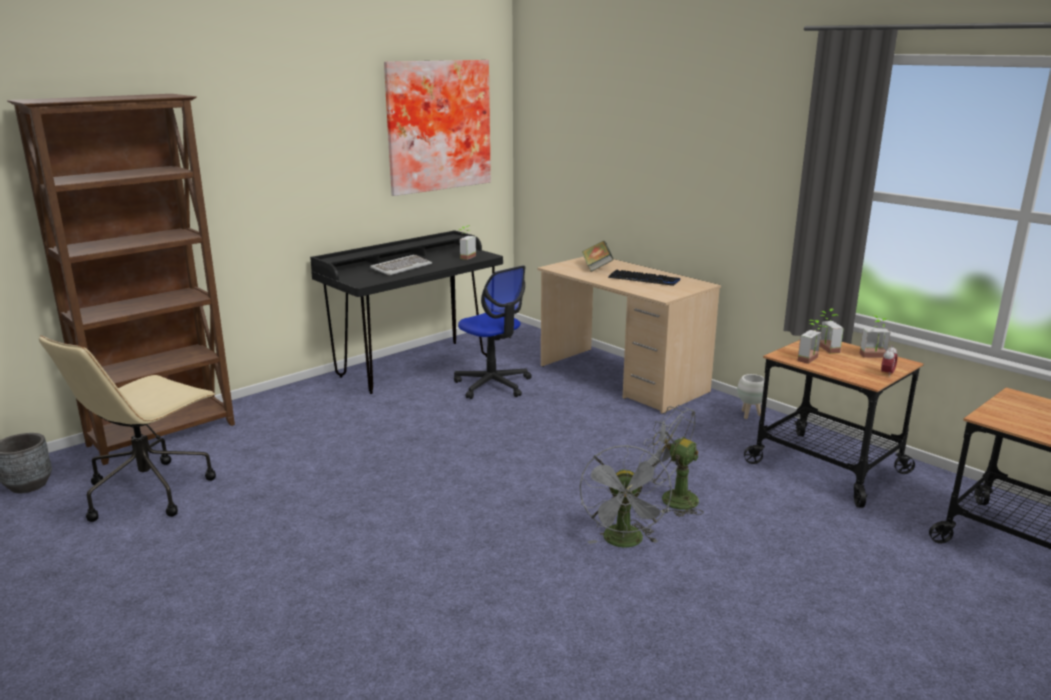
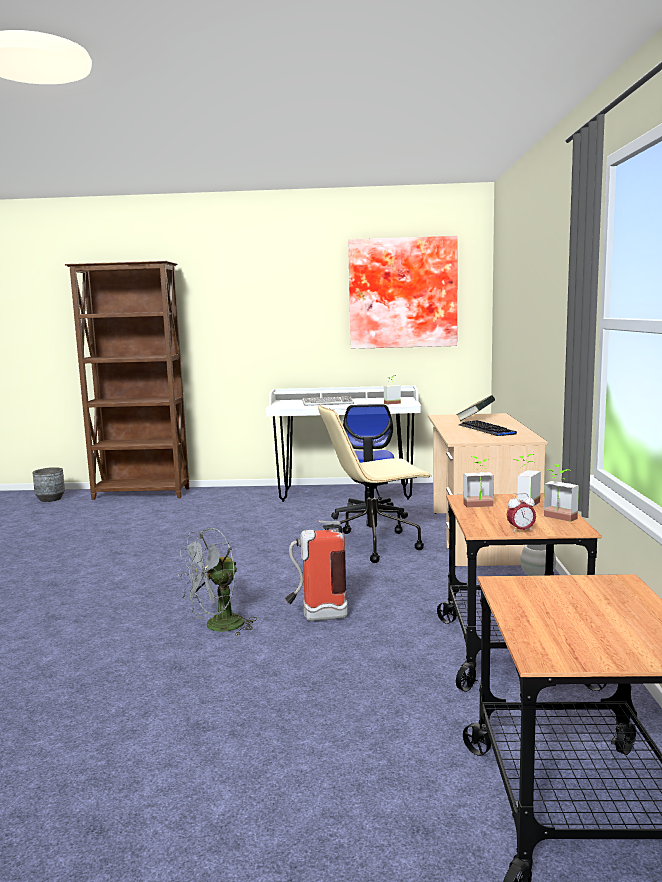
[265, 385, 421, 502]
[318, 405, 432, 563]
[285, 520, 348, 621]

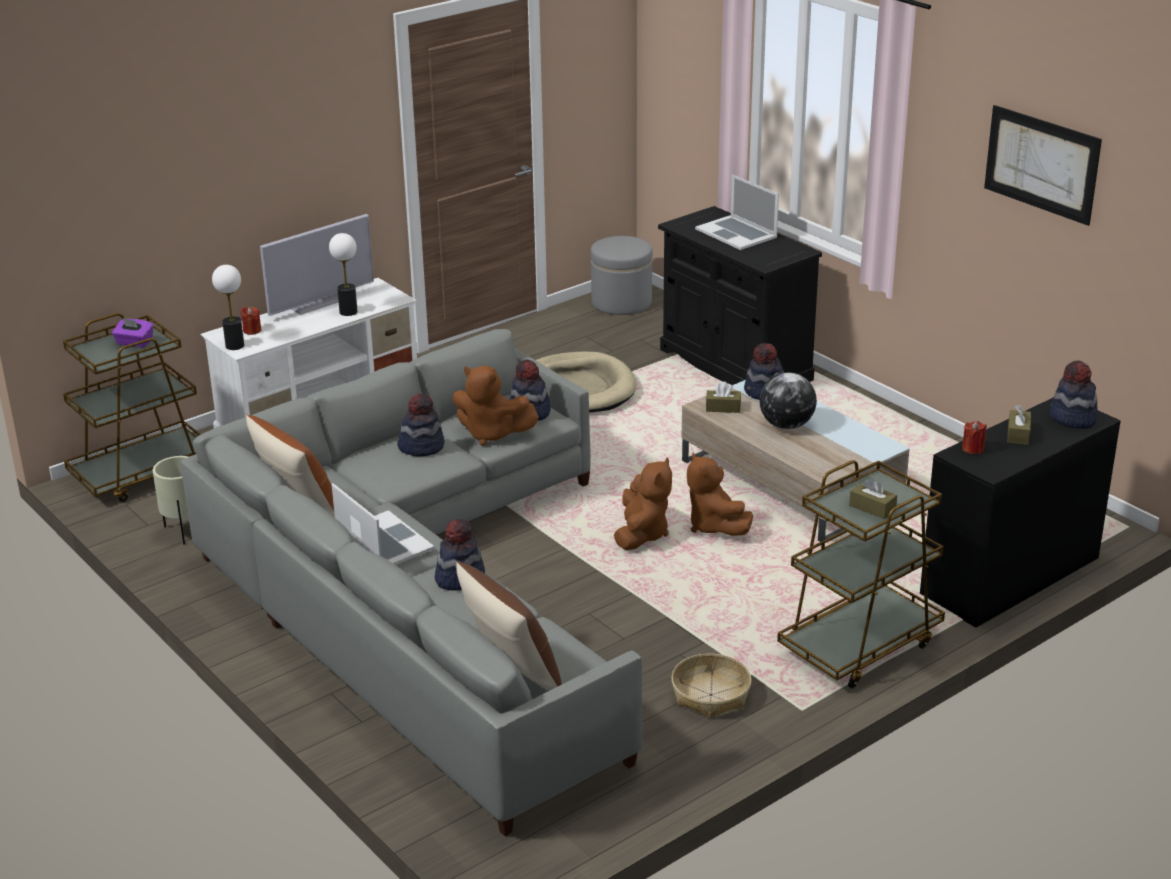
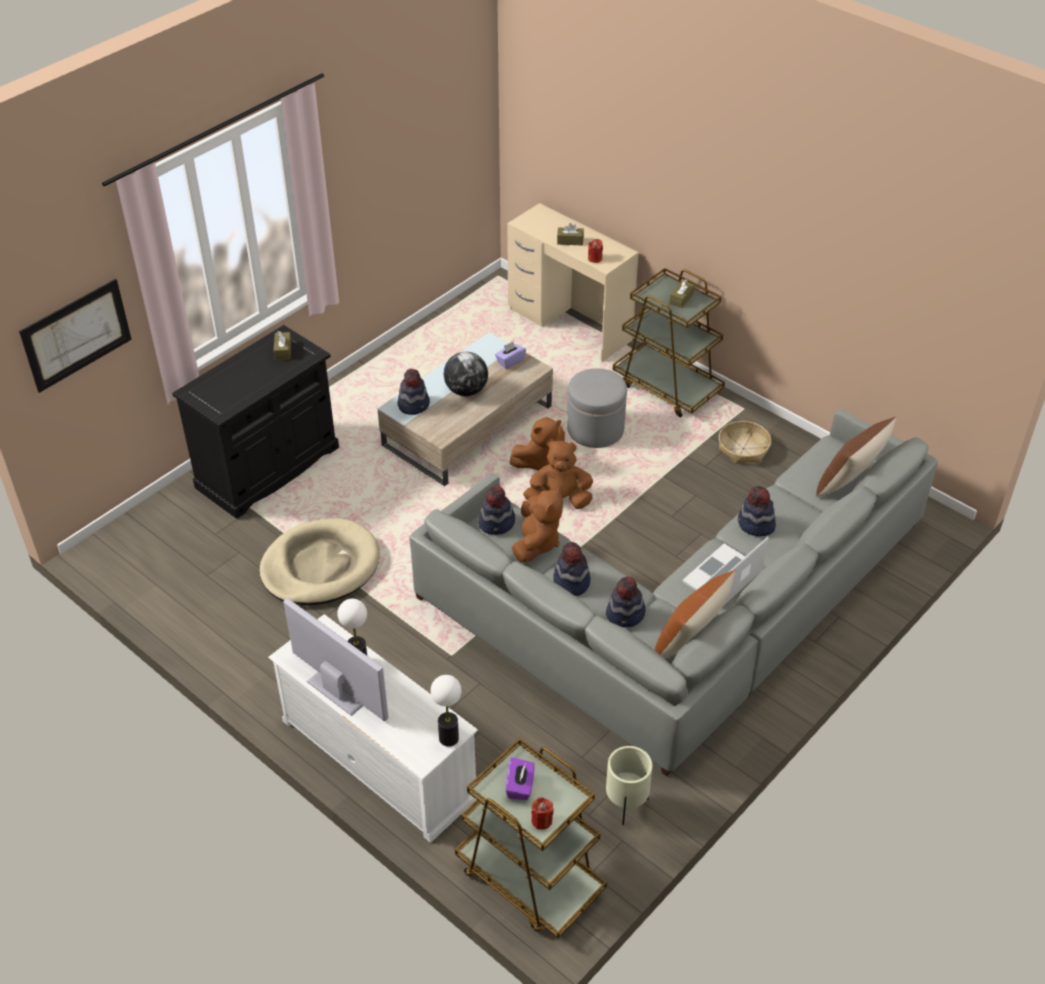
[19, 279, 132, 393]
[695, 174, 779, 250] (first image)
[567, 368, 627, 448]
[531, 797, 554, 830]
[606, 576, 646, 627]
[274, 331, 291, 360]
[507, 203, 639, 362]
[495, 341, 526, 369]

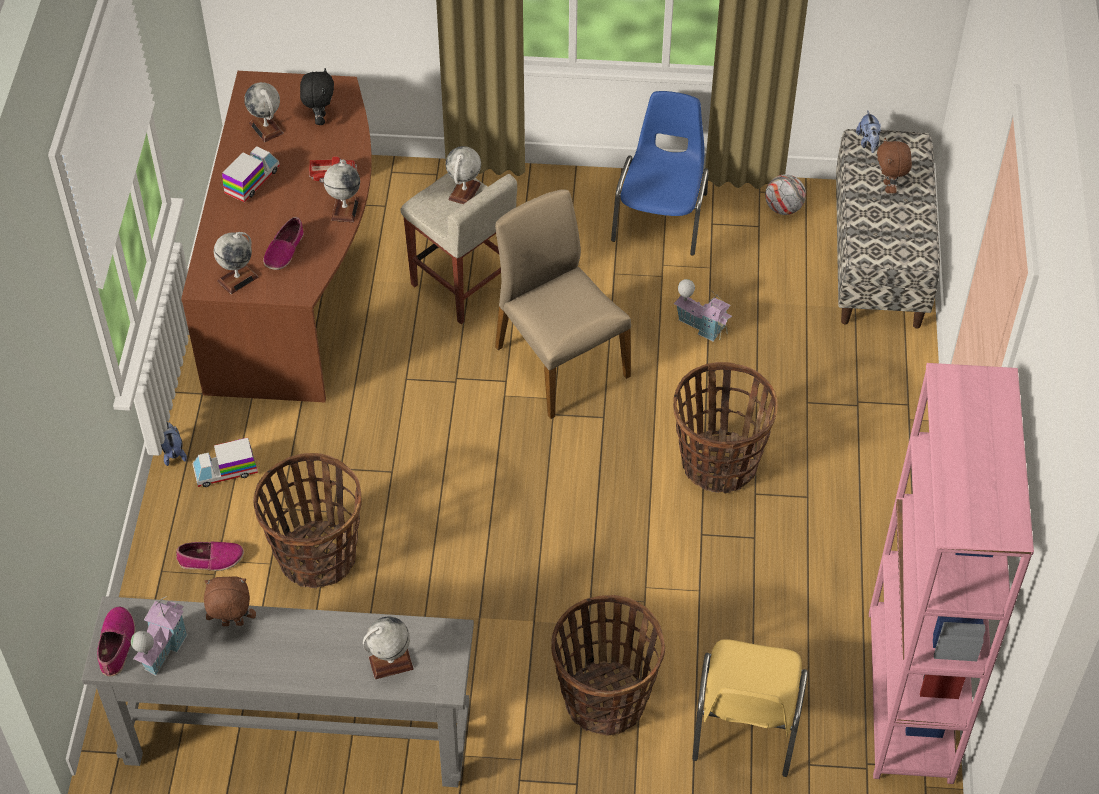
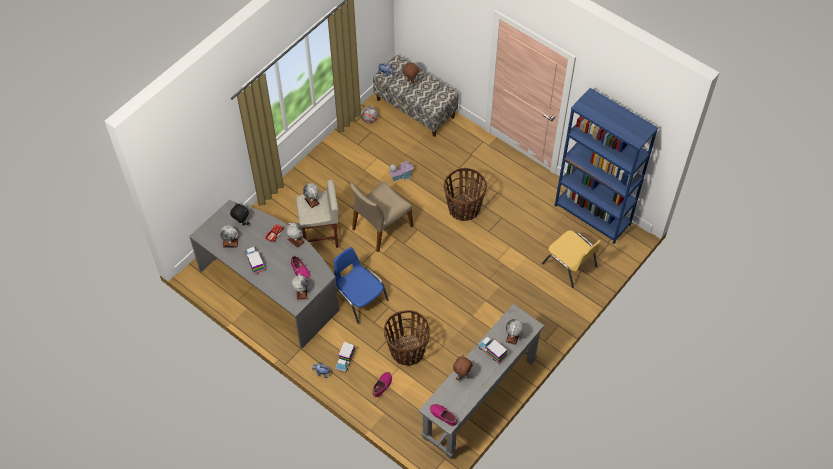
[189, 200, 339, 349]
[334, 247, 389, 324]
[350, 181, 413, 252]
[555, 88, 658, 244]
[551, 595, 665, 736] (first image)
[131, 596, 188, 676] (first image)
[478, 337, 507, 364]

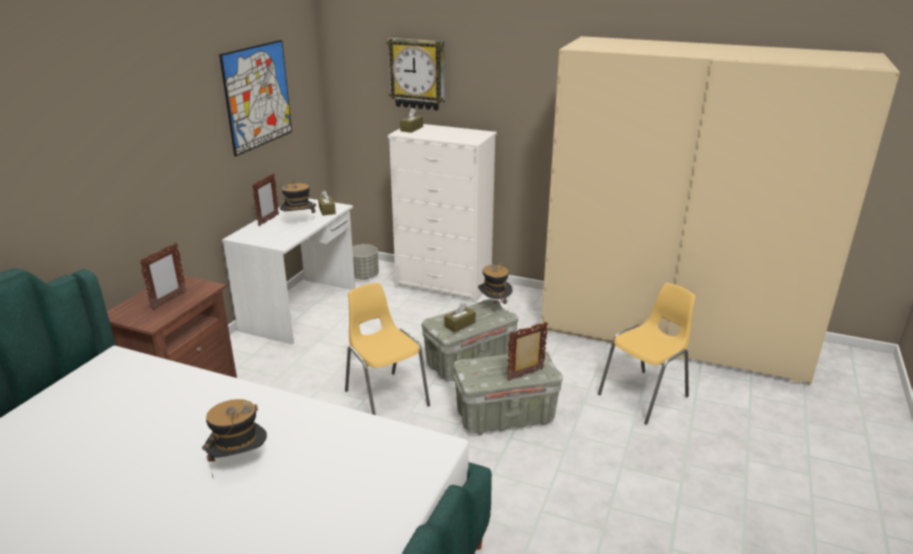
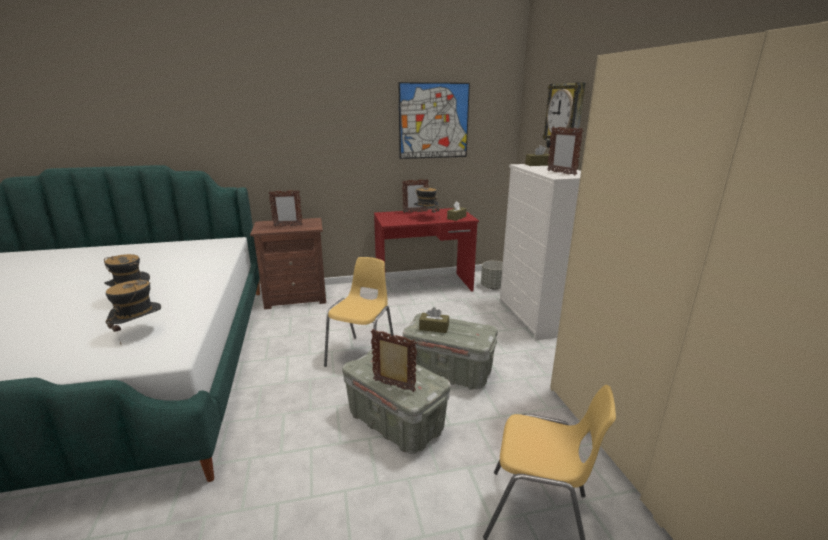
[374, 208, 479, 292]
[105, 280, 161, 344]
[547, 127, 583, 176]

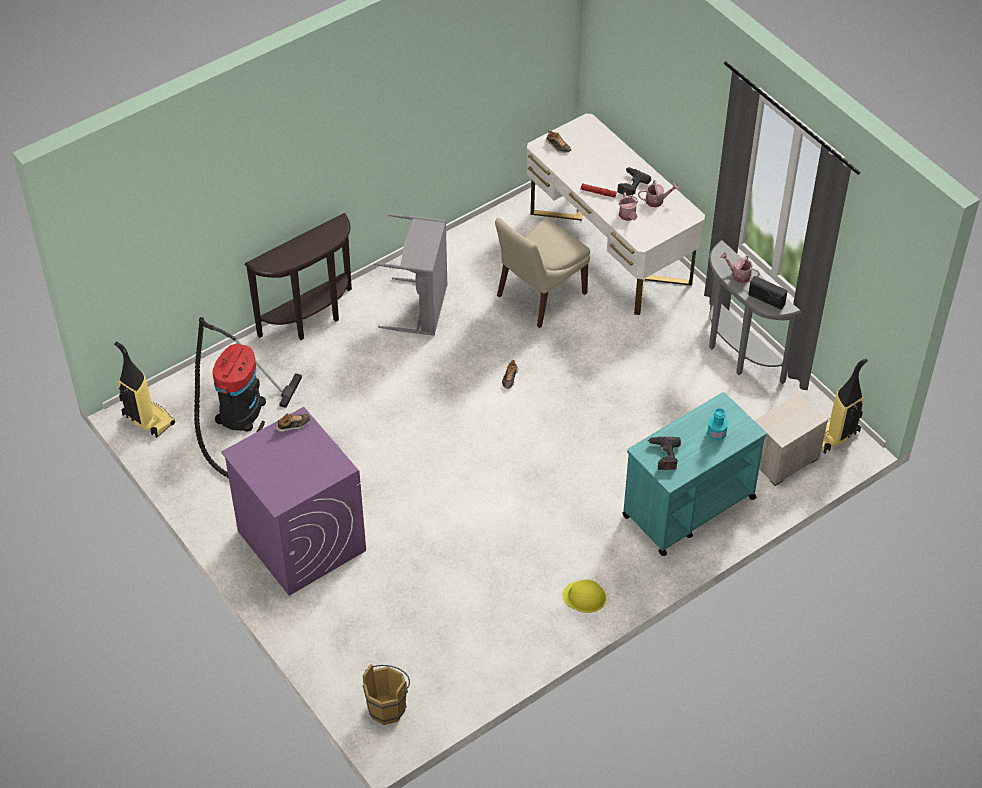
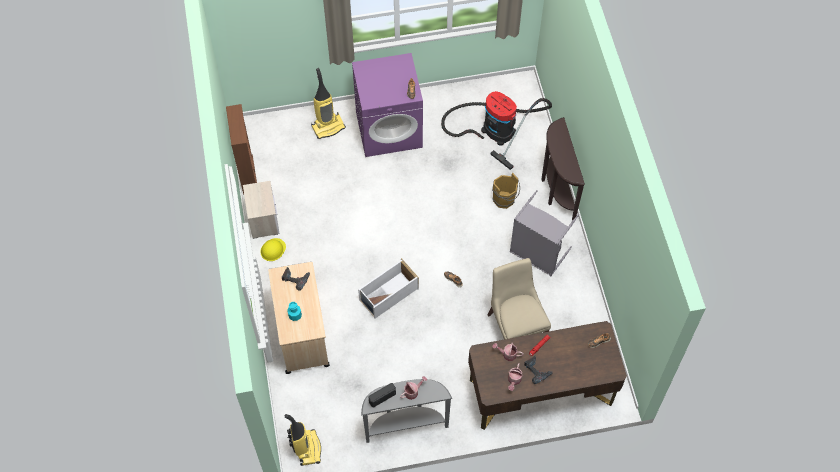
[468, 321, 627, 430]
[311, 68, 346, 139]
[268, 262, 330, 374]
[243, 181, 280, 239]
[492, 173, 520, 209]
[226, 104, 257, 194]
[358, 258, 419, 318]

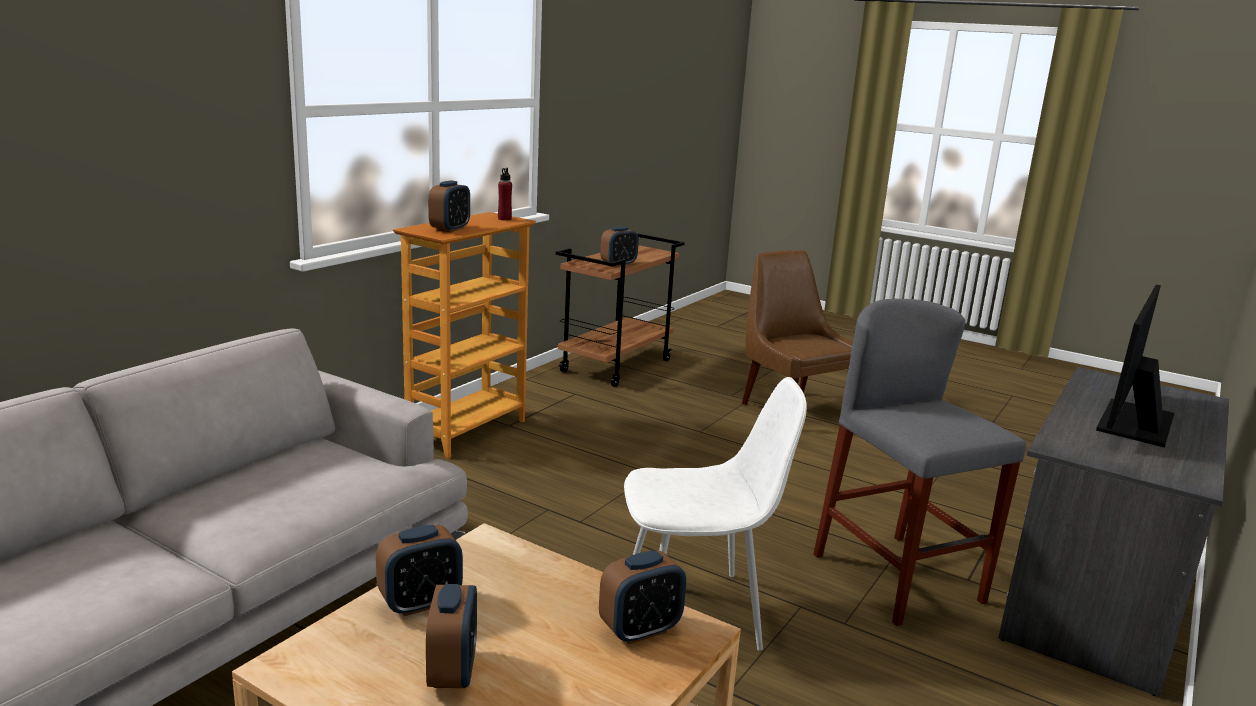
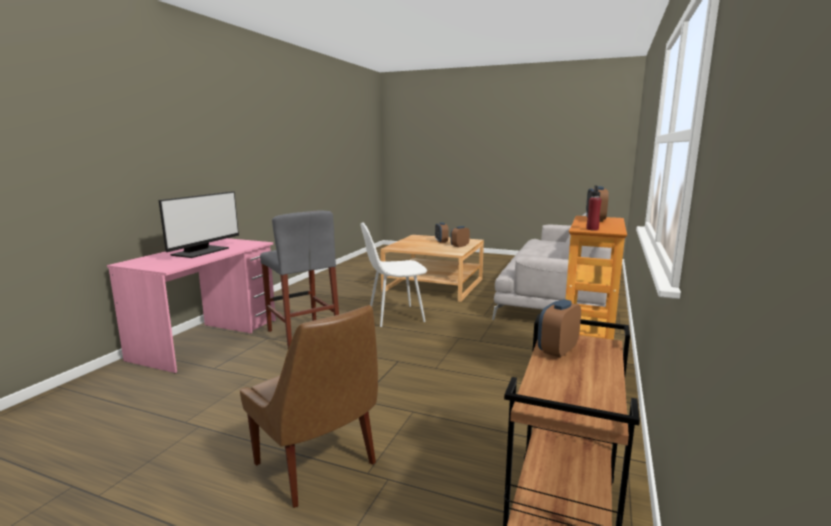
[107, 238, 276, 373]
[599, 550, 686, 644] (first image)

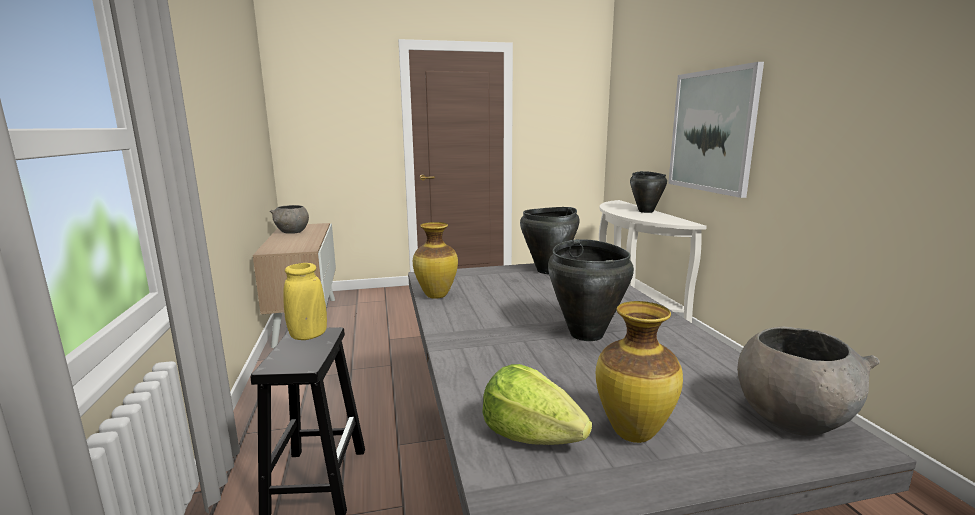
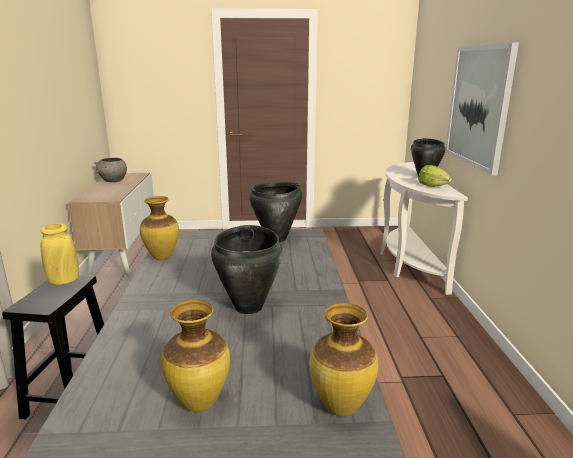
[309, 303, 378, 417]
[418, 165, 452, 187]

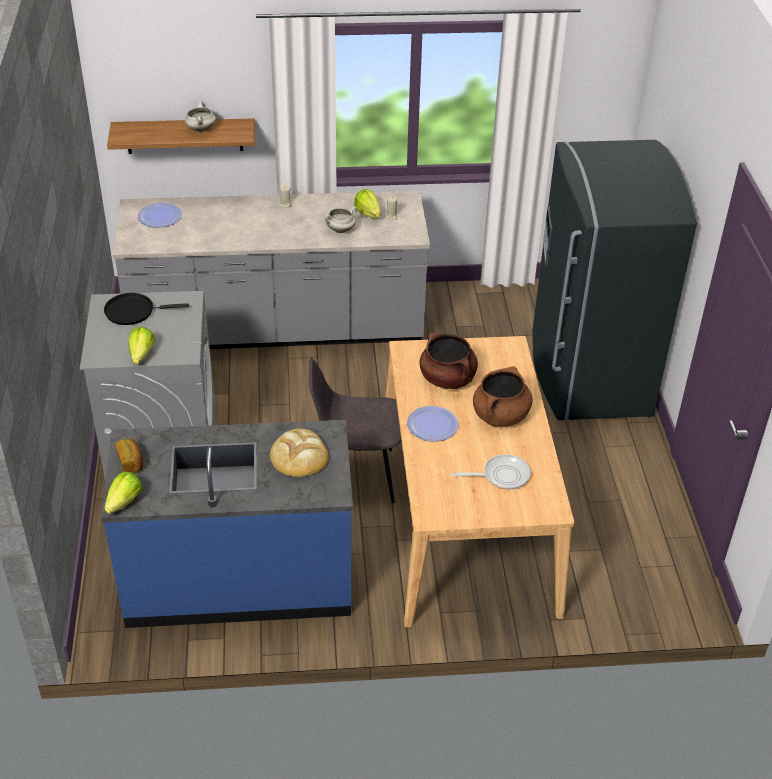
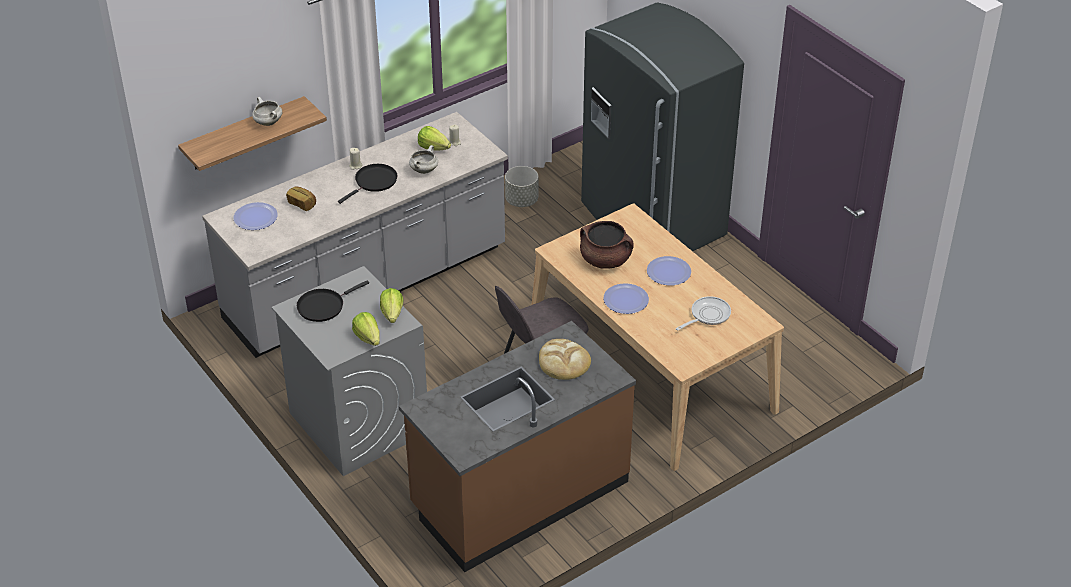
[647, 256, 691, 286]
[399, 321, 636, 572]
[286, 186, 316, 211]
[380, 288, 403, 323]
[338, 164, 397, 204]
[505, 166, 538, 207]

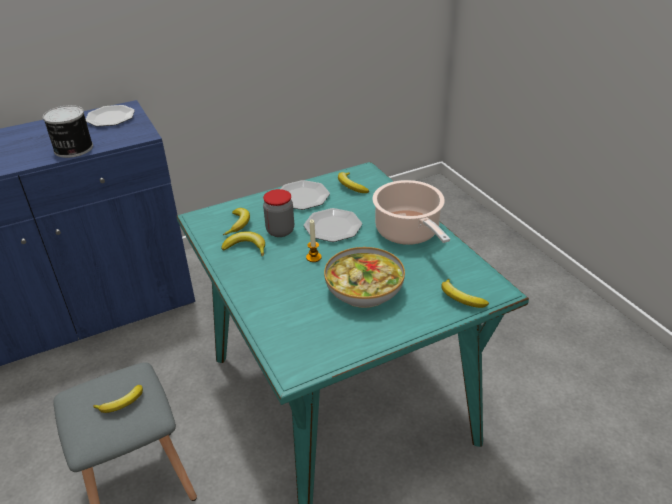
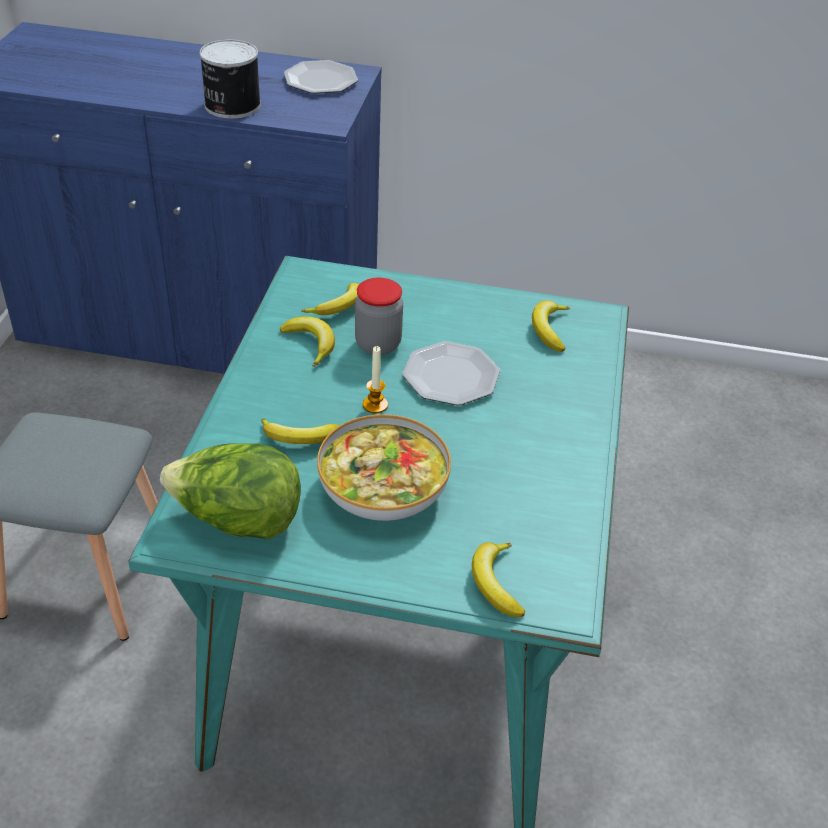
[281, 180, 330, 210] (first image)
[372, 180, 450, 245] (first image)
[261, 418, 339, 444]
[160, 443, 301, 539]

